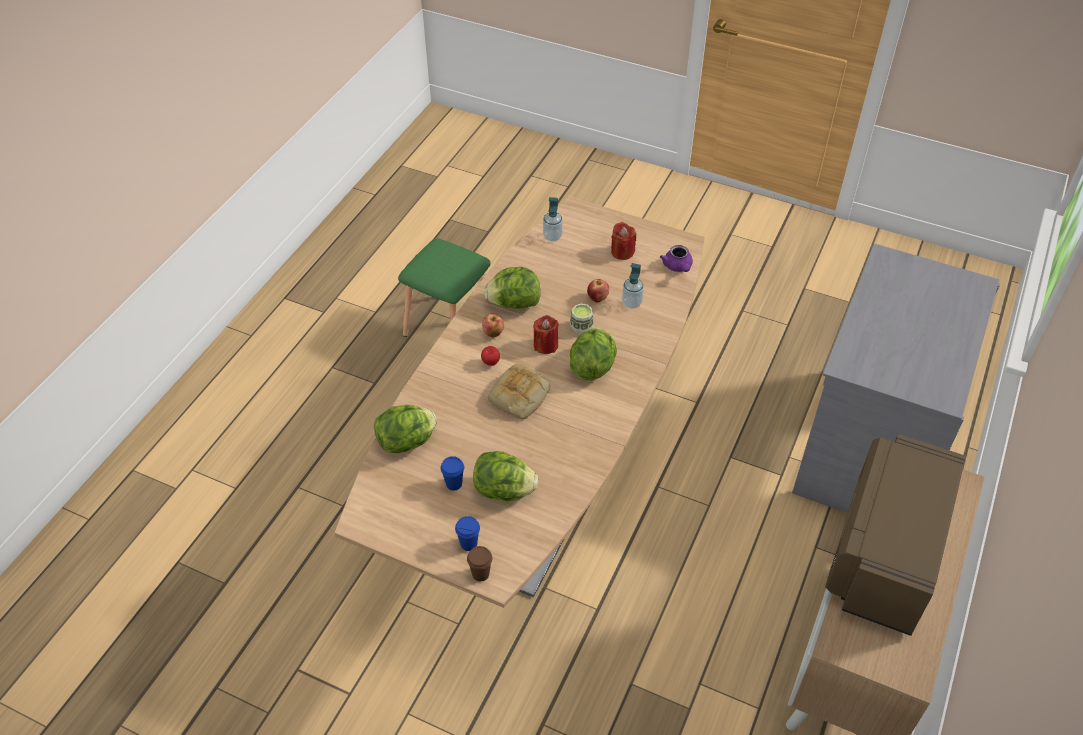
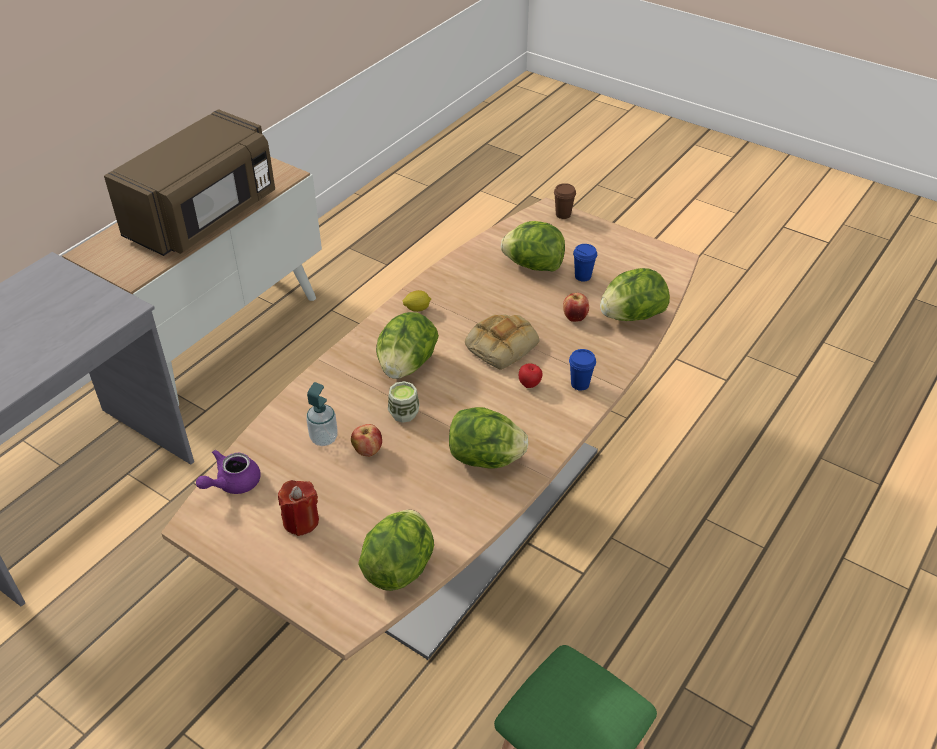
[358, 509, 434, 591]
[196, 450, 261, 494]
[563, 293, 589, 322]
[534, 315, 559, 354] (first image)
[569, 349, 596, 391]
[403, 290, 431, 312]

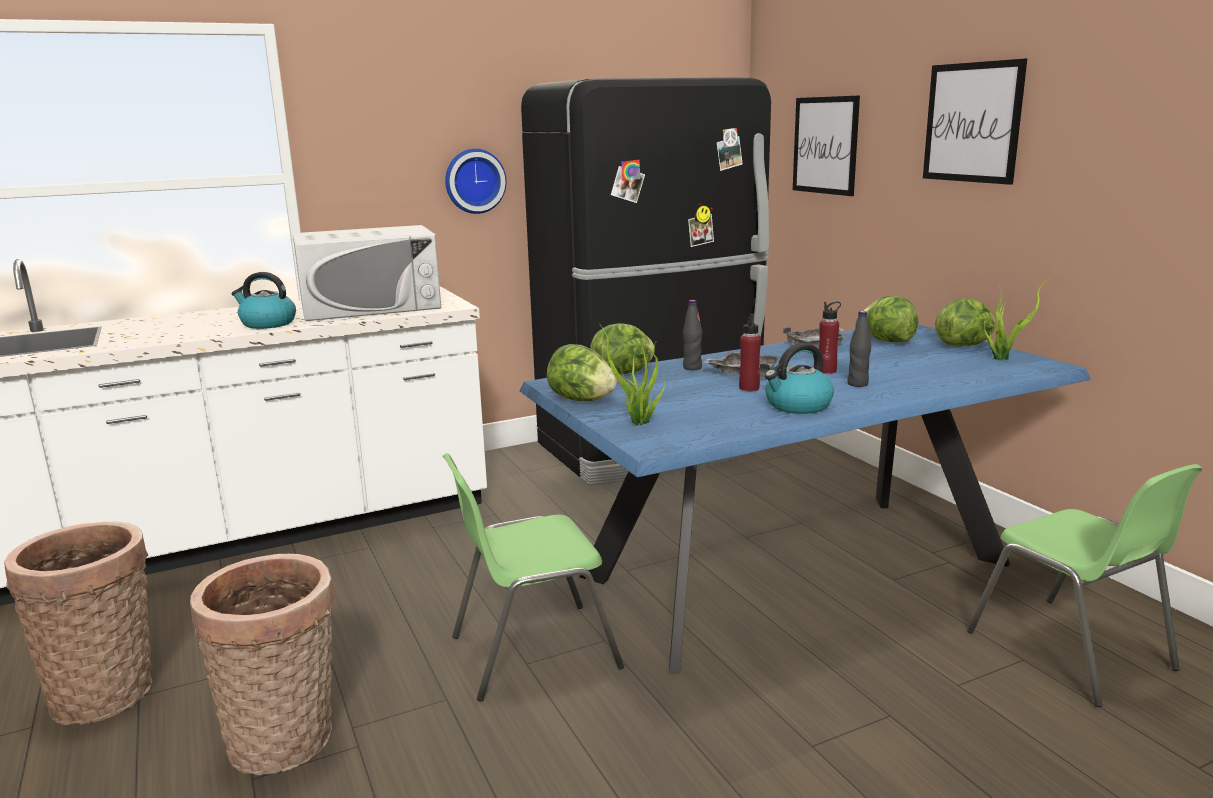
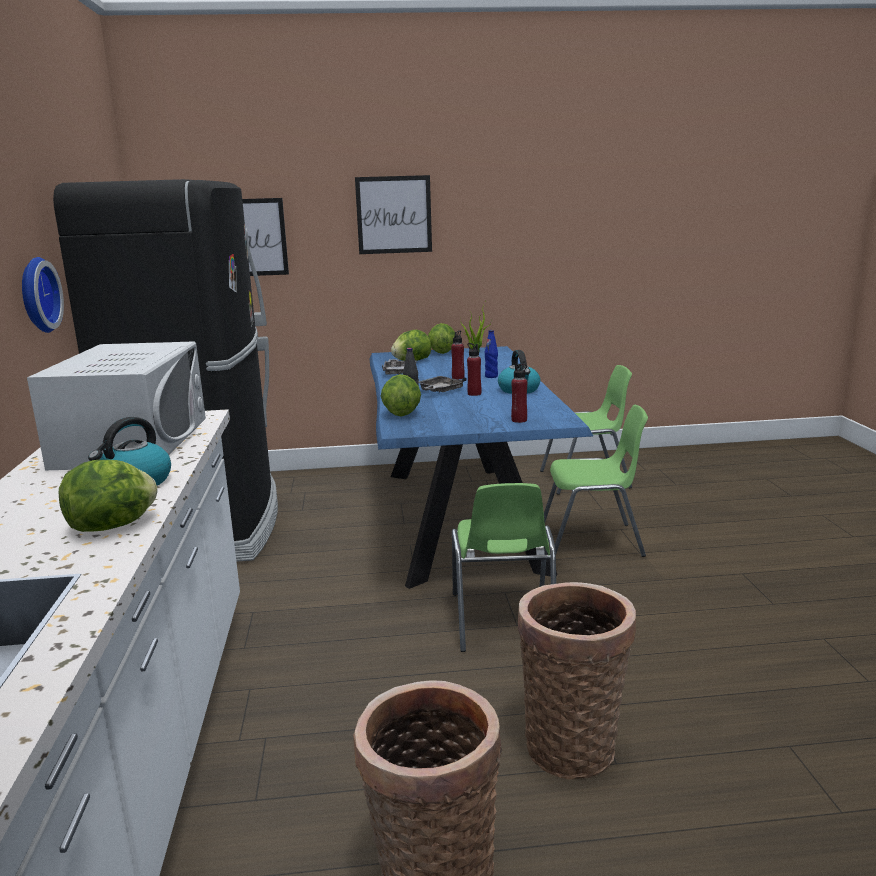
[485, 330, 498, 378]
[511, 363, 527, 423]
[59, 460, 157, 532]
[544, 405, 648, 557]

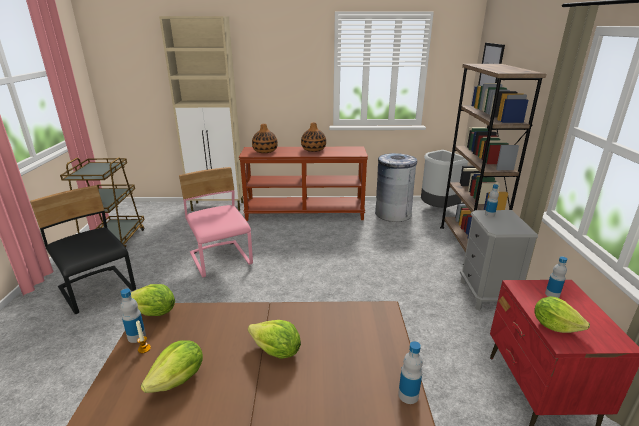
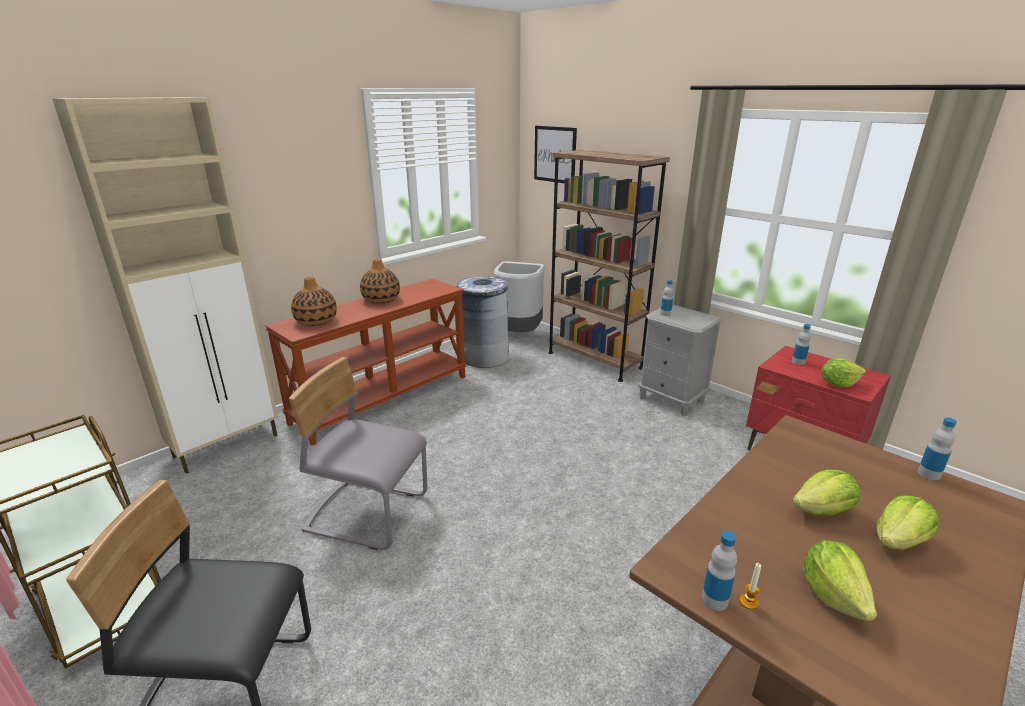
[289, 357, 428, 550]
[877, 495, 939, 550]

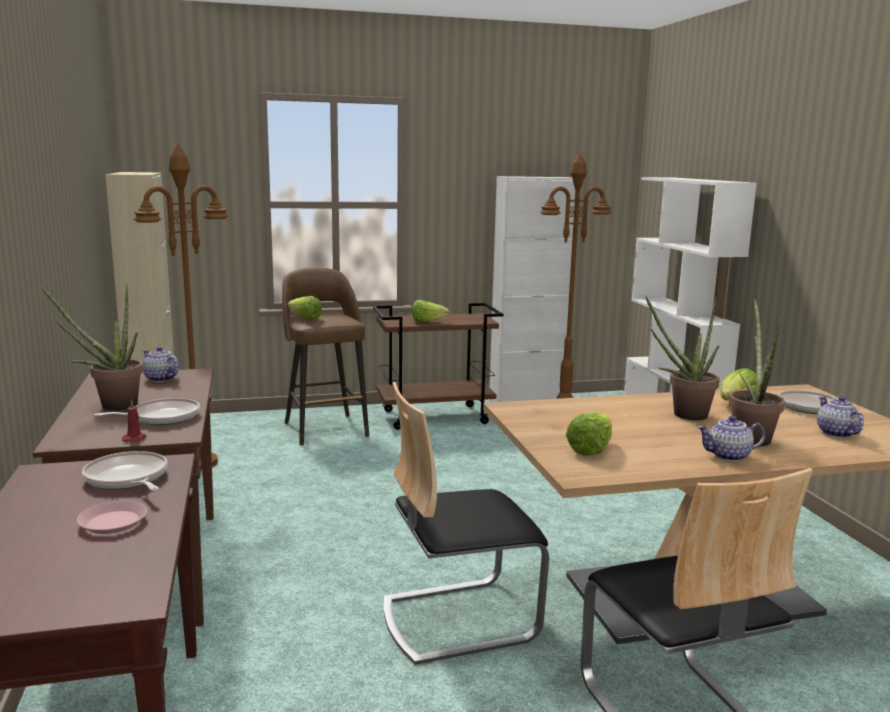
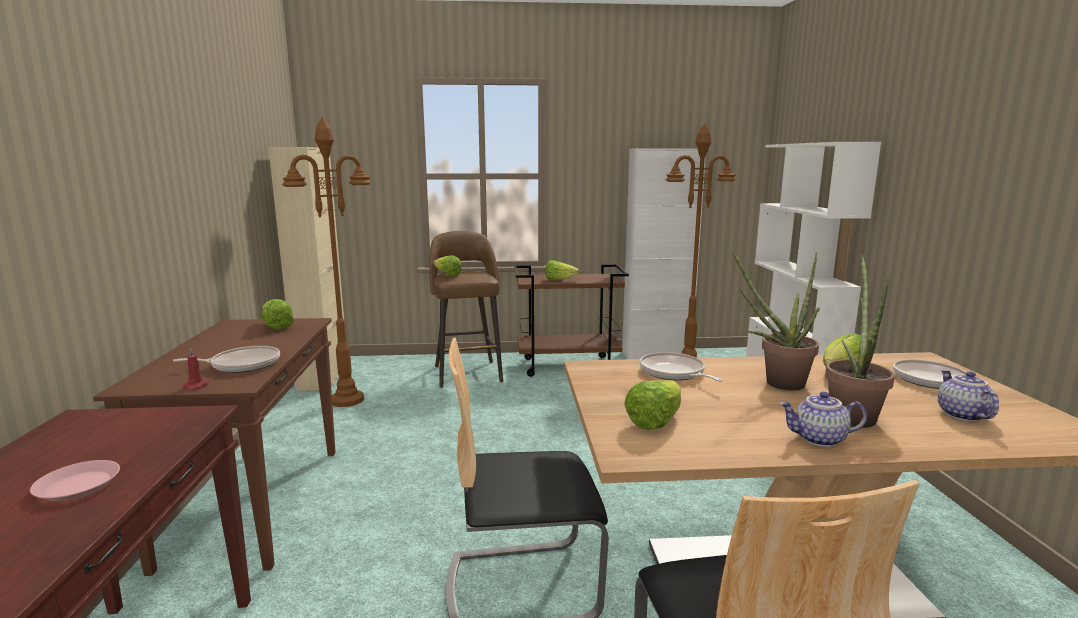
[41, 283, 143, 410] (first image)
[262, 299, 294, 330]
[640, 352, 723, 382]

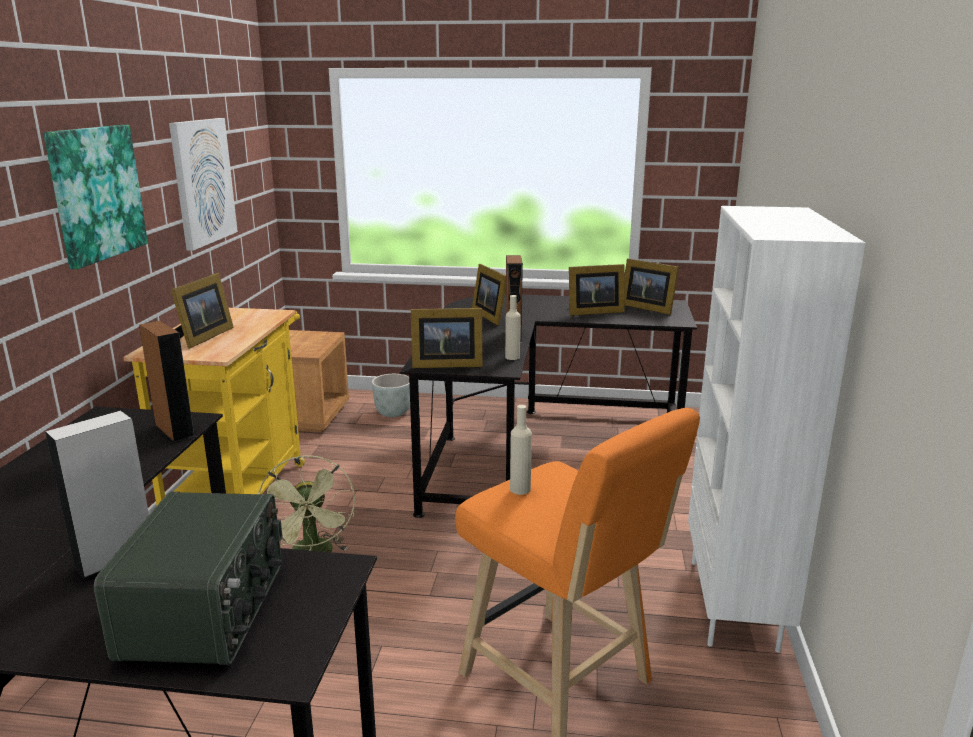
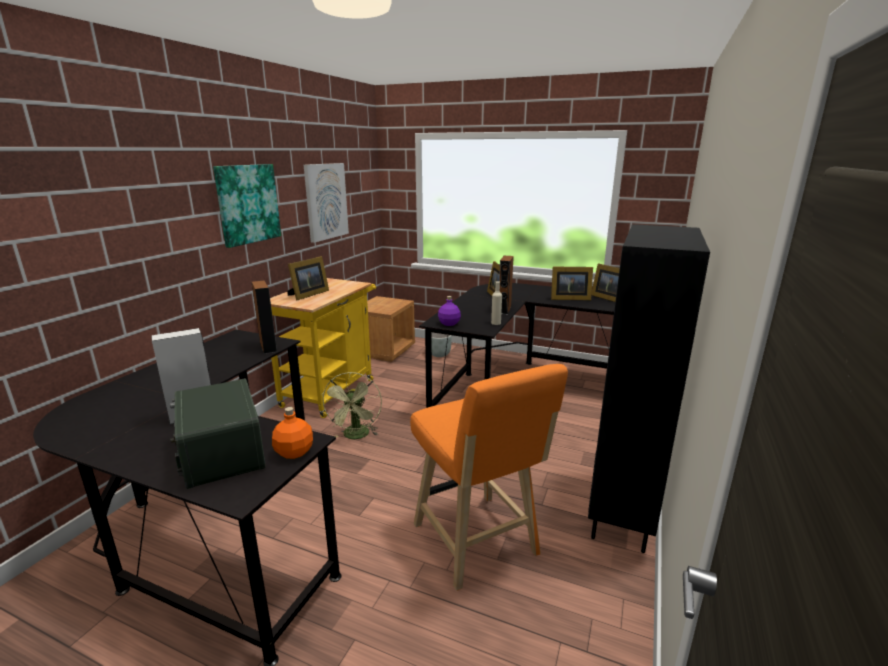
[588, 224, 710, 553]
[438, 296, 461, 326]
[510, 405, 532, 495] (first image)
[170, 378, 266, 489]
[272, 407, 313, 459]

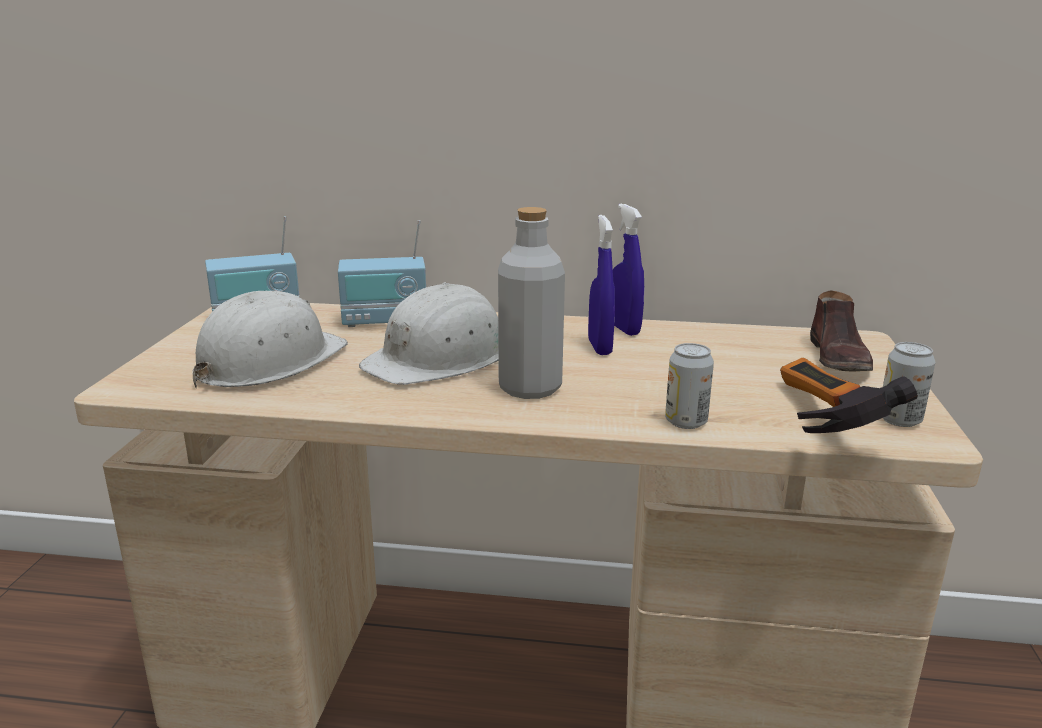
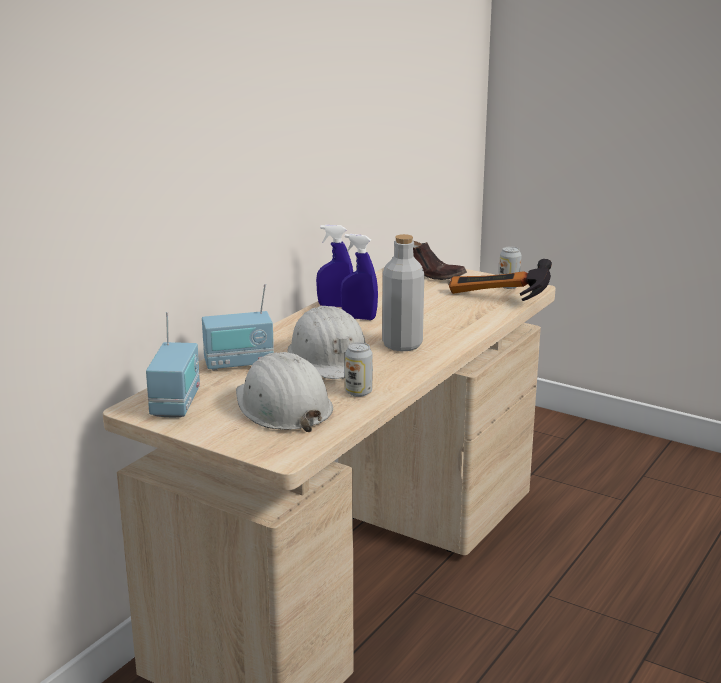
[202, 284, 274, 371]
[345, 342, 373, 397]

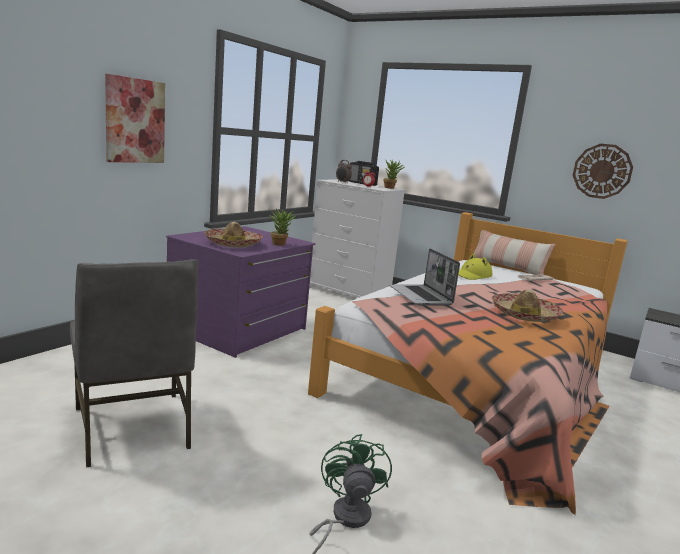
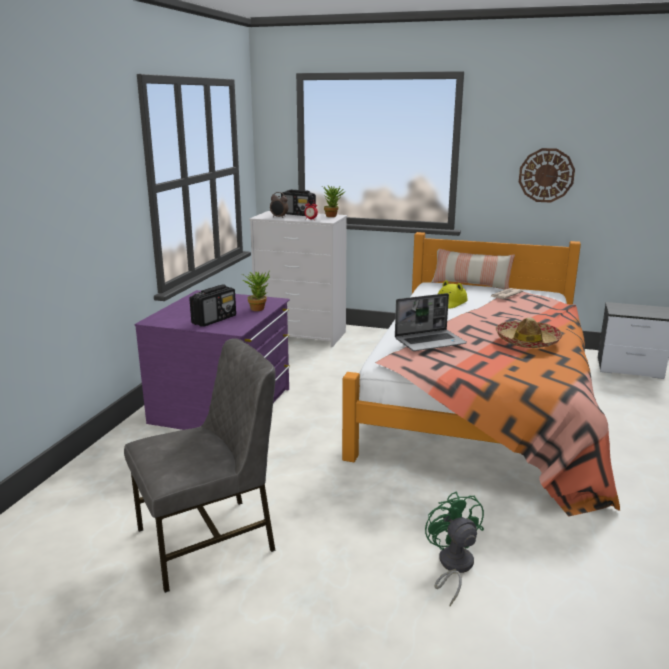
[105, 74, 165, 163] (first image)
[189, 284, 236, 327]
[395, 293, 467, 351]
[124, 339, 276, 593]

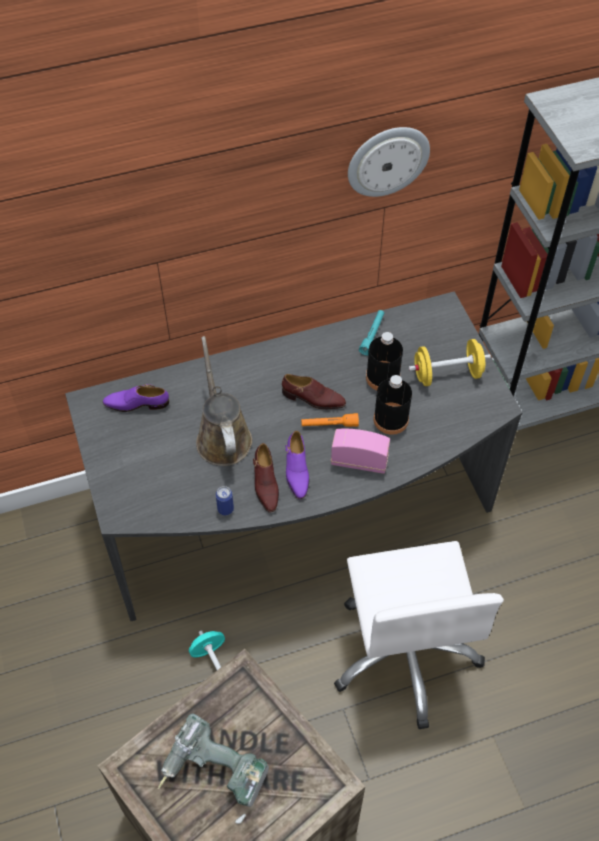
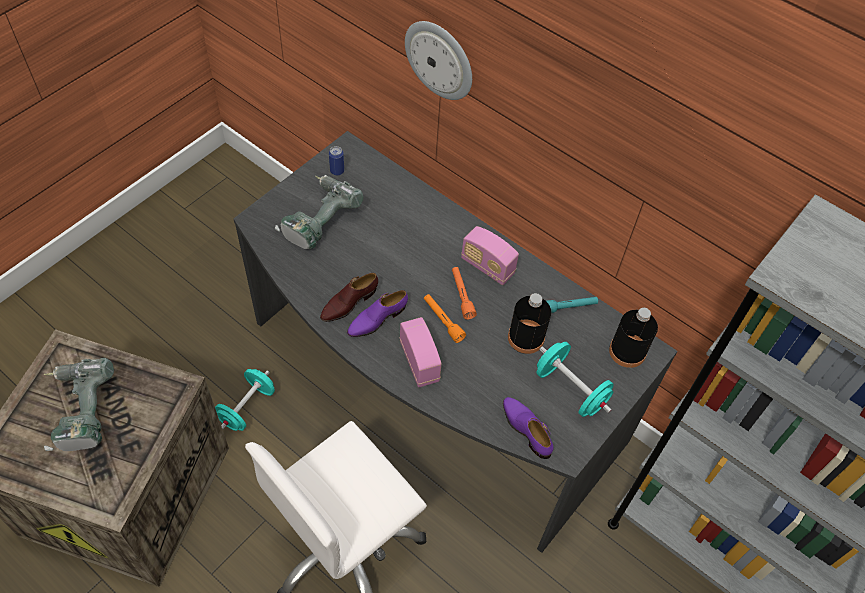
[405, 21, 472, 100]
[196, 336, 252, 466] (first image)
[536, 342, 614, 417]
[452, 267, 477, 319]
[609, 308, 658, 368]
[503, 397, 553, 459]
[329, 146, 344, 176]
[274, 175, 364, 249]
[461, 226, 519, 285]

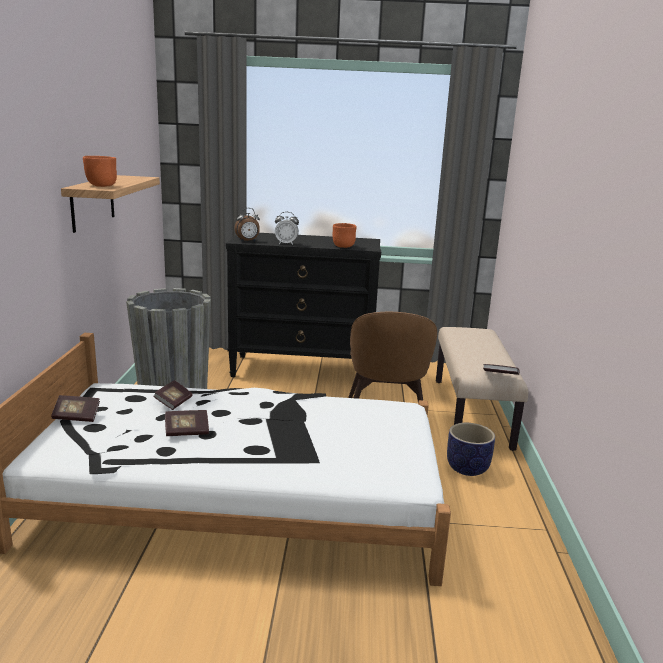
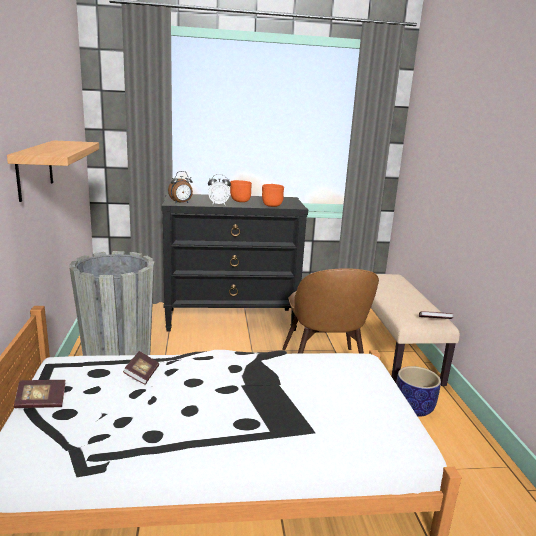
[230, 180, 252, 202]
[165, 410, 209, 436] (first image)

